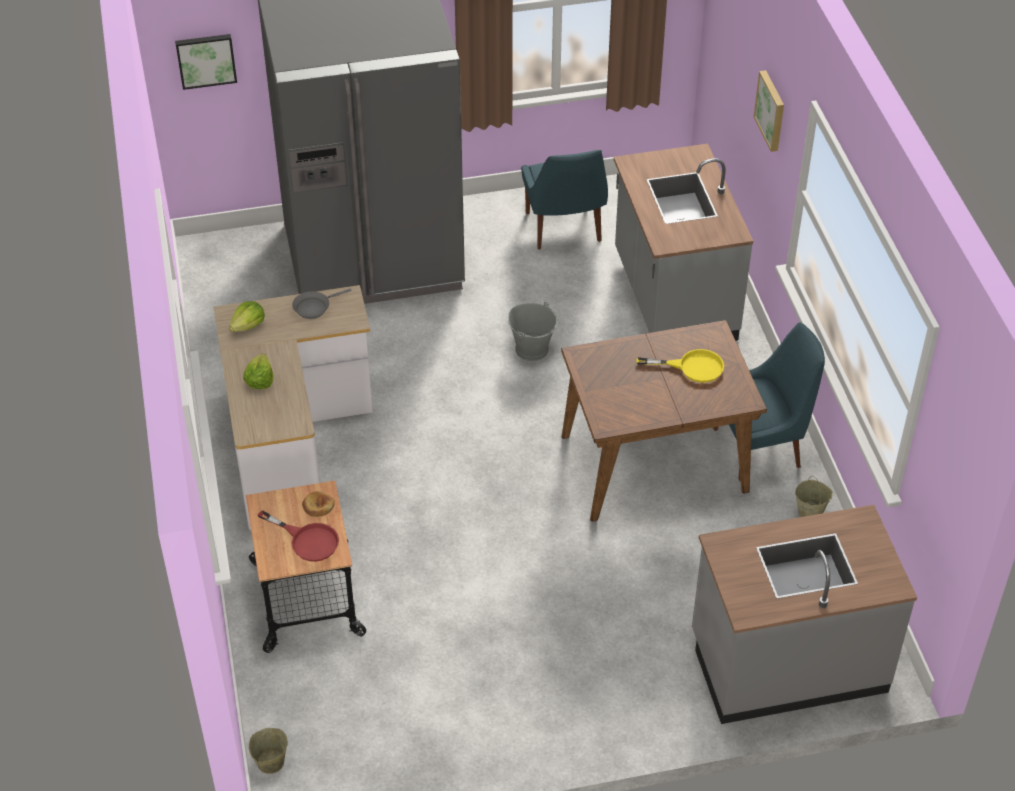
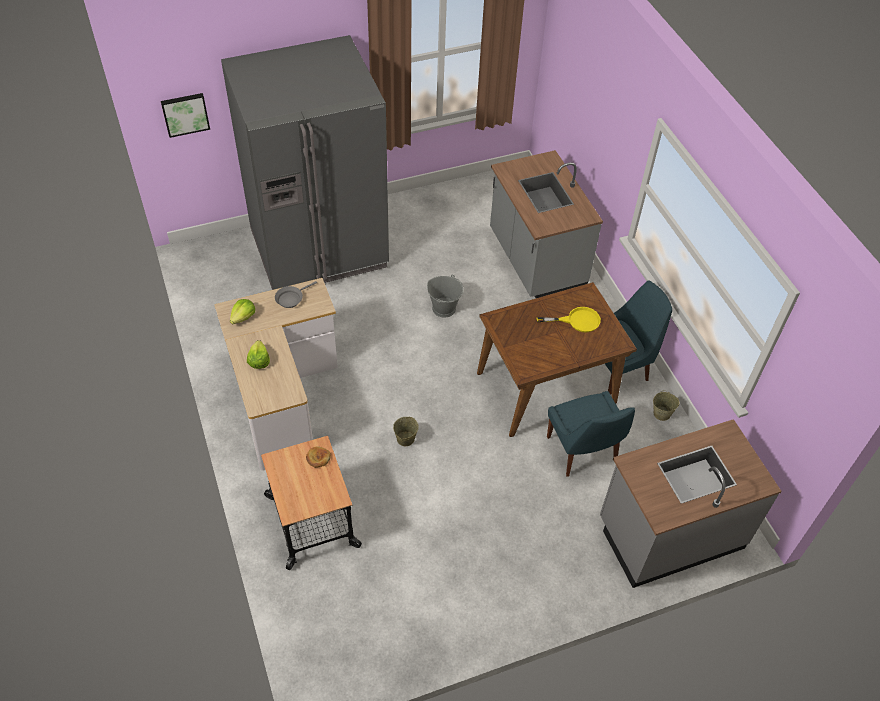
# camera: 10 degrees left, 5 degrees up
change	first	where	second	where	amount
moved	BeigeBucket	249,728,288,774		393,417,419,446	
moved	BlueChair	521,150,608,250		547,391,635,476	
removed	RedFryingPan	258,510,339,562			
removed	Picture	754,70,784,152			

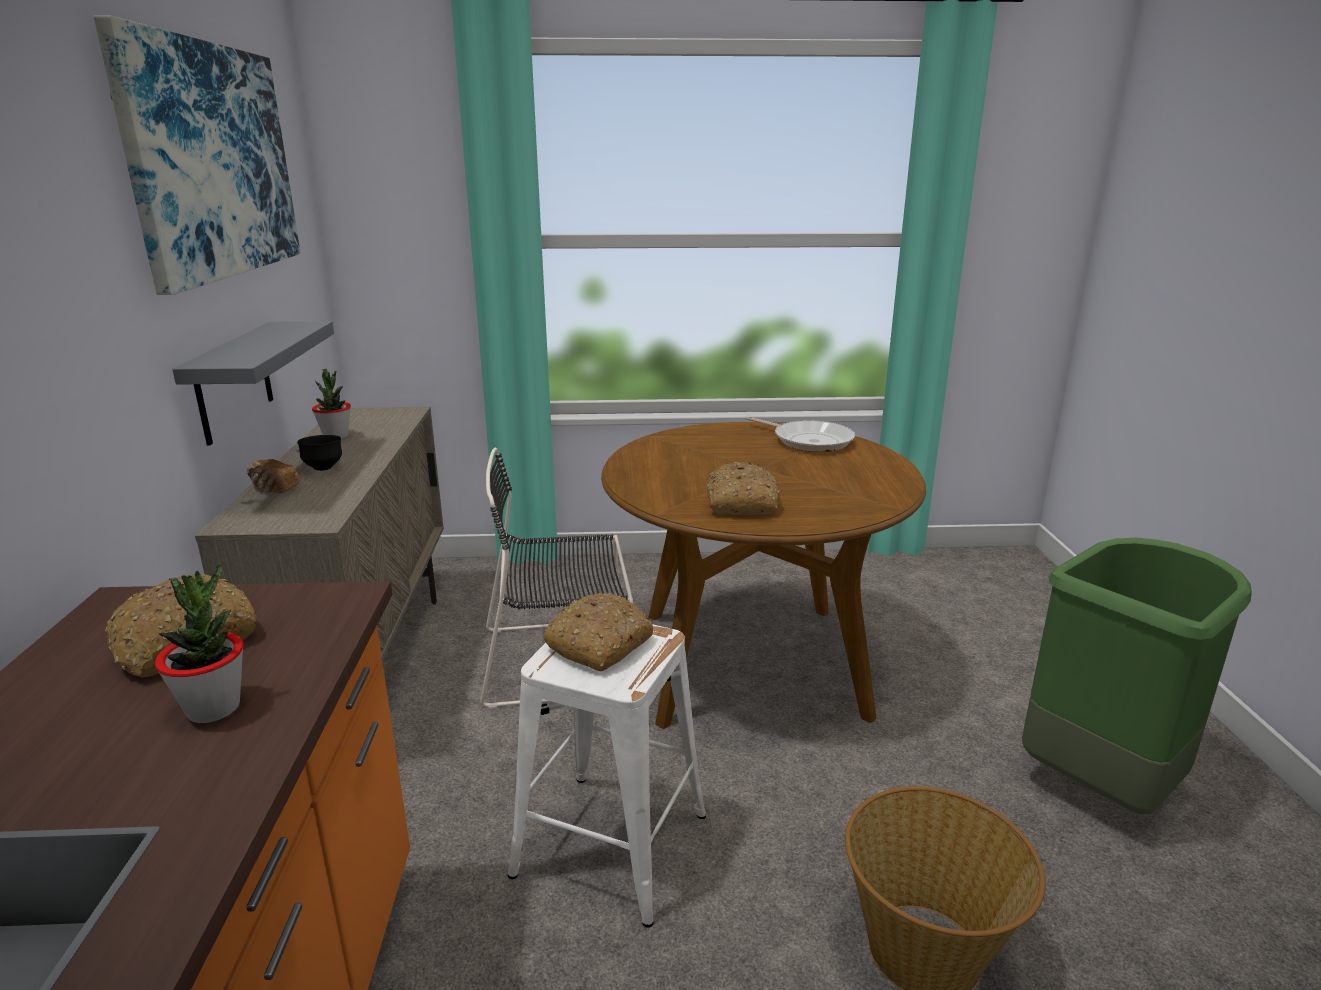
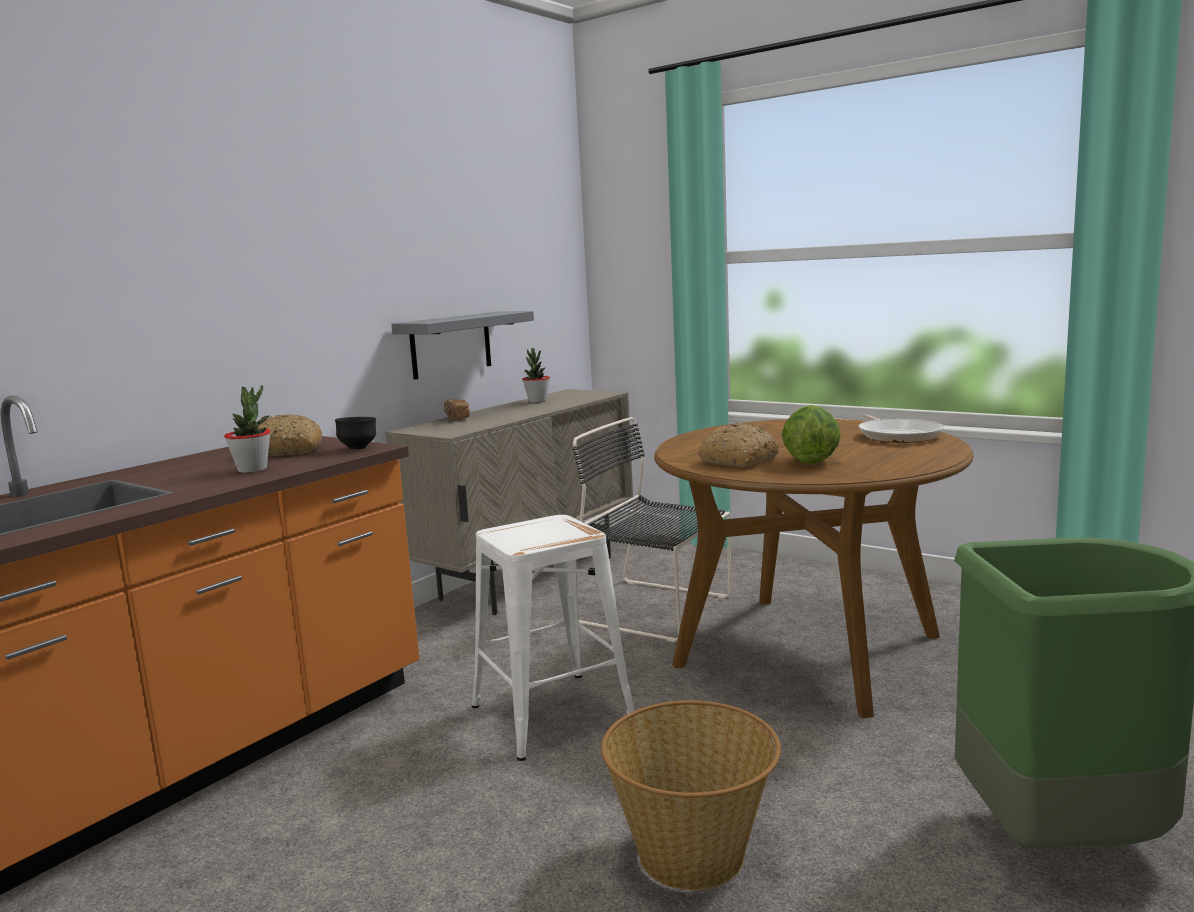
# camera: 40 degrees right, 10 degrees down
change	first	where	second	where	amount
moved	BlackBowl	297,435,342,471		335,417,376,449	
added			Lettuce	782,405,841,464	
removed	Picture	94,15,301,295			
removed	Bread	543,593,653,671			

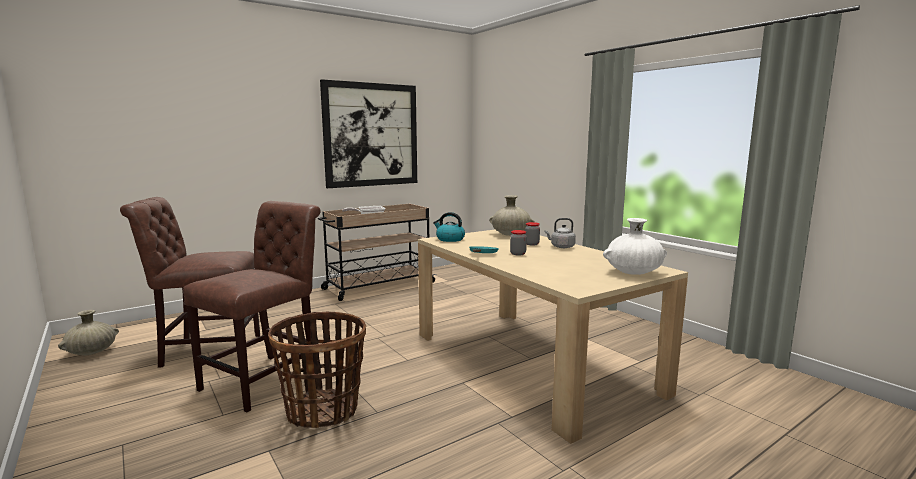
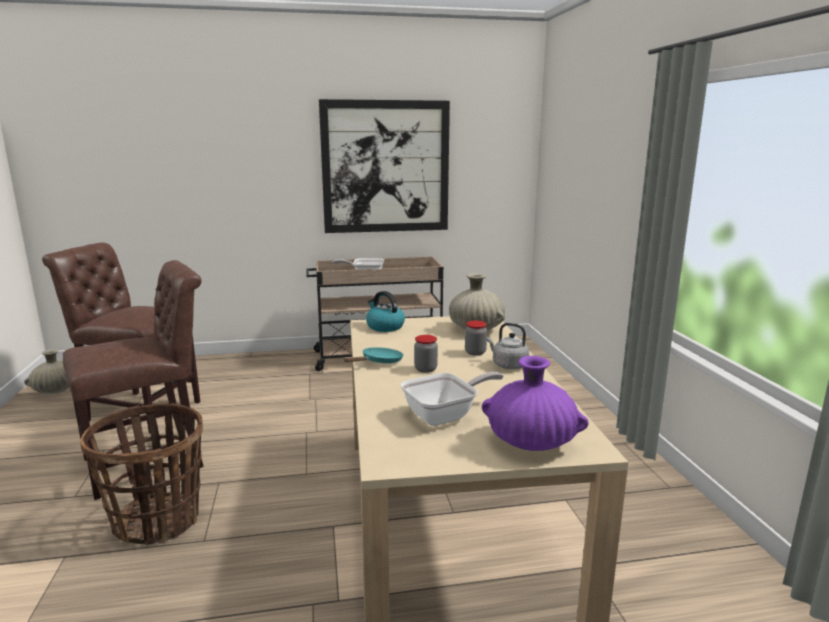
# camera: 25 degrees right, 5 degrees up
change	first	where	second	where	amount
added			FryingPan	401,372,504,426	
recoloured	WhiteVase	603,218,667,275	PurpleVase	482,356,589,451	

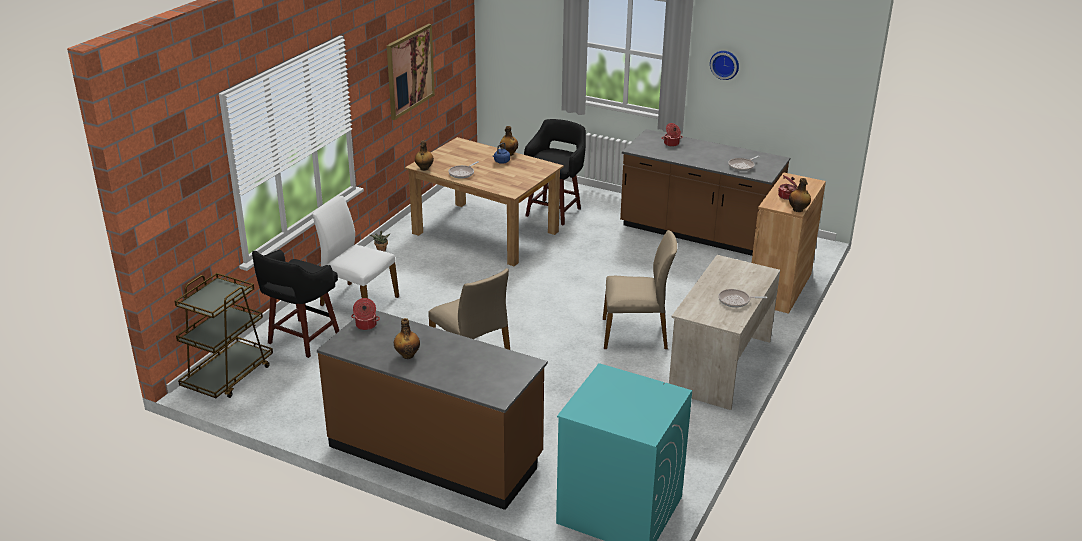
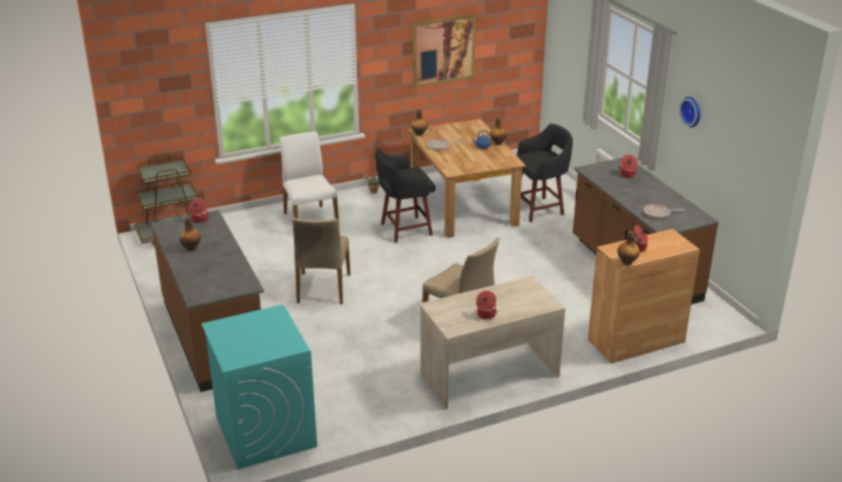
# camera: 40 degrees right, 0 degrees up
change	first	where	second	where	amount
moved	BlackStool	252,250,339,358		375,148,435,243	
replaced	FryingPan	718,289,767,308	CookingPot	476,291,497,319	

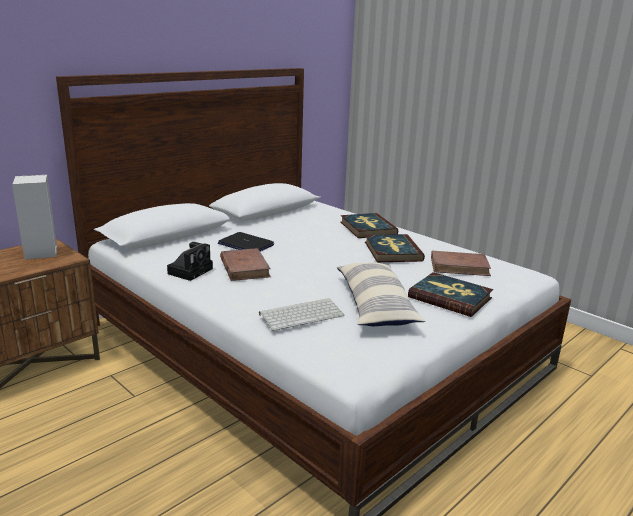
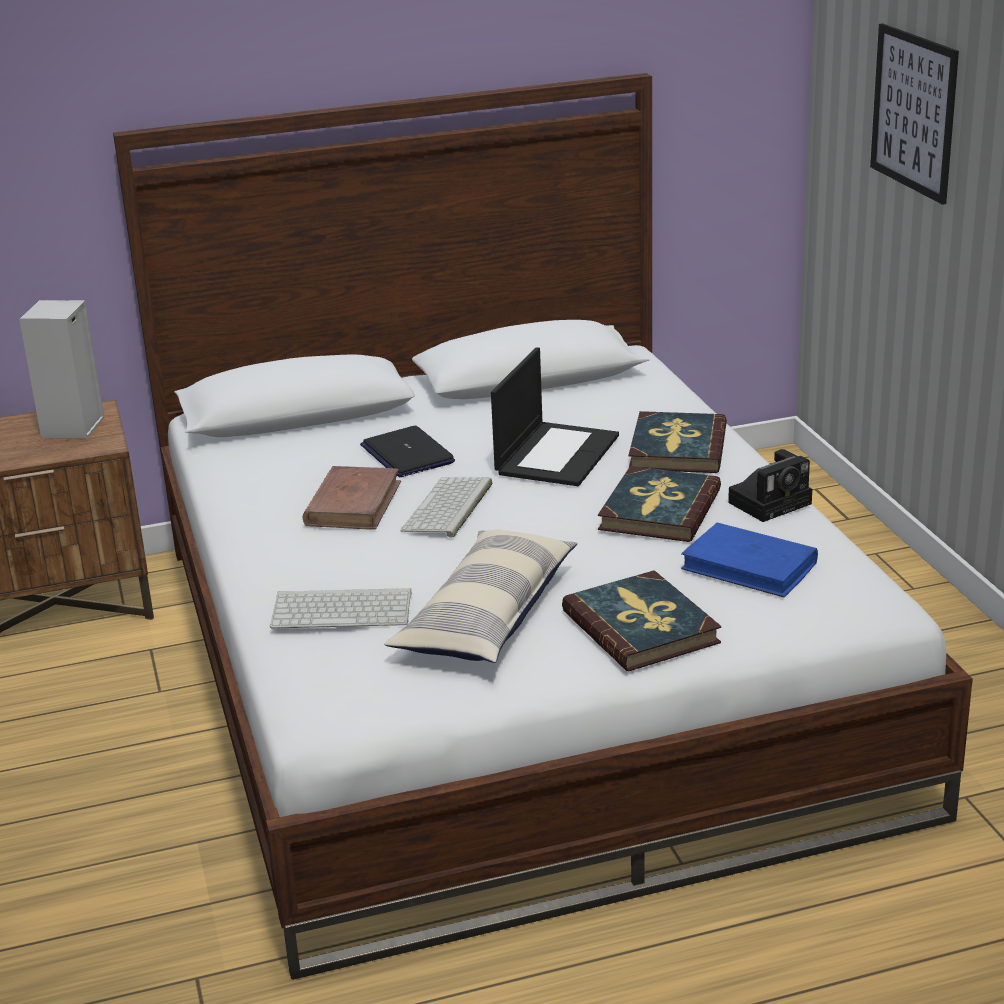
# camera: 30 degrees right, 5 degrees up
change	first	where	second	where	amount
added			Keyboard	401,477,493,538	
added			Laptop	491,347,619,486	
recoloured	BrownBook	431,251,491,276	BlueBook	681,522,818,598	
moved	PhotoCamera	167,242,213,281		728,449,812,522	
added			Picture	870,23,959,205	

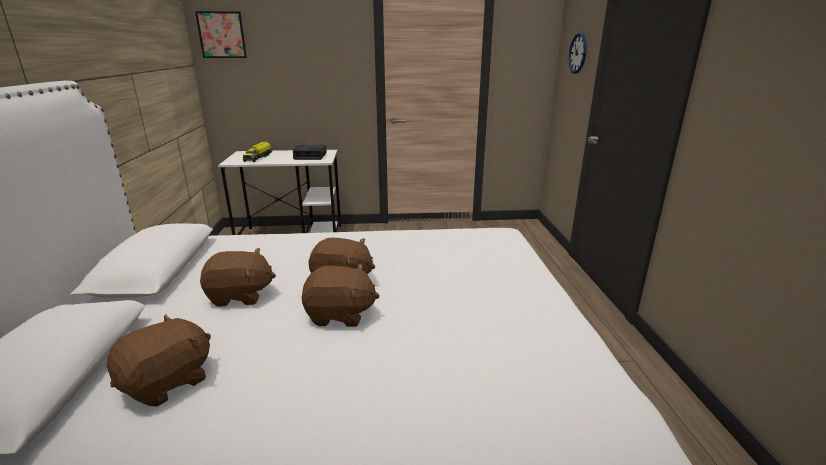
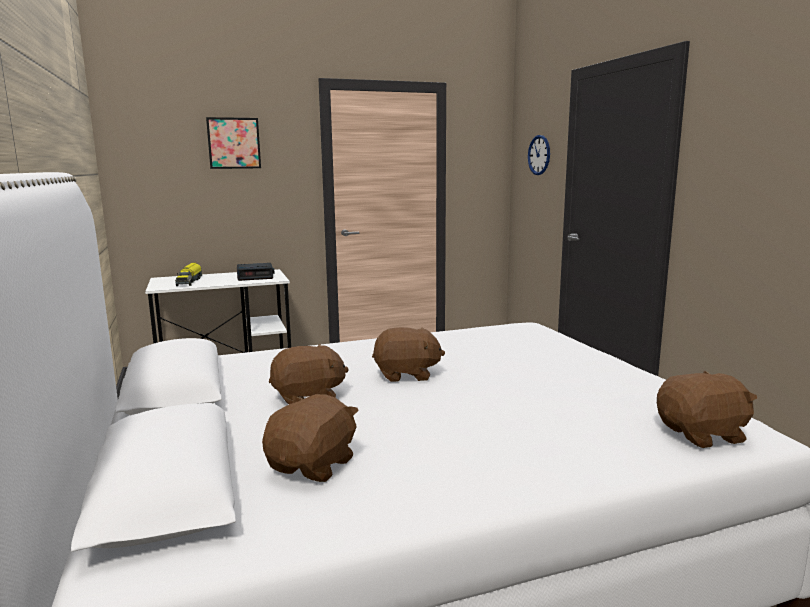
# camera: 15 degrees left, 10 degrees down
change	first	where	second	where	amount
moved	Picture	195,11,247,58		206,117,261,169	
moved	BrownPlushToy	302,264,379,327		657,370,758,448	

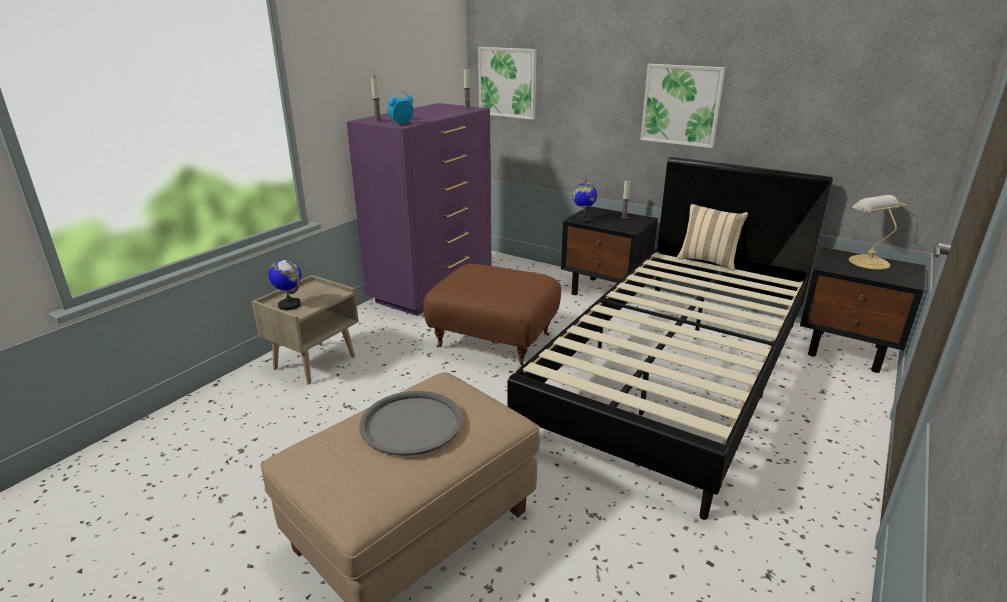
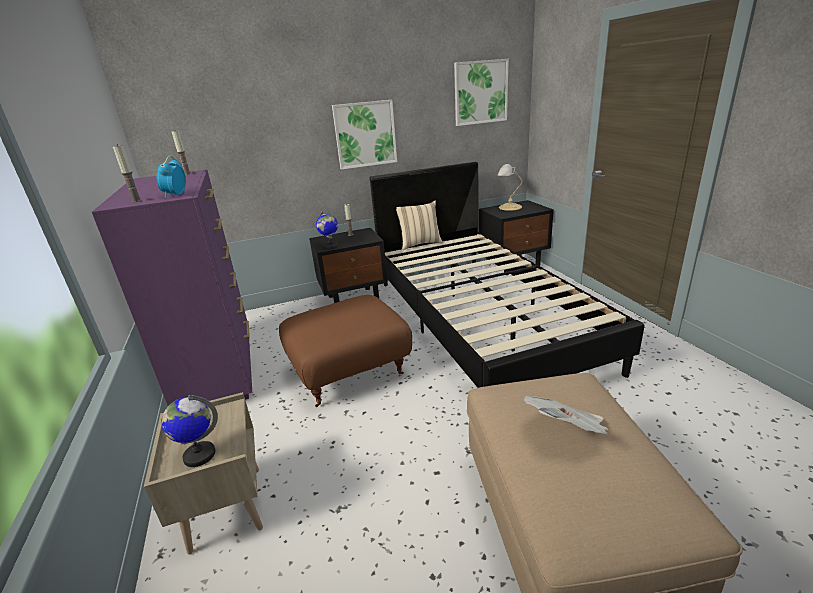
# camera: 50 degrees left, 0 degrees up
change	first	where	second	where	amount
moved	Picture	478,47,537,120		454,59,509,126	
replaced	GreyTray	360,391,463,456	Newspaper	524,395,608,435	

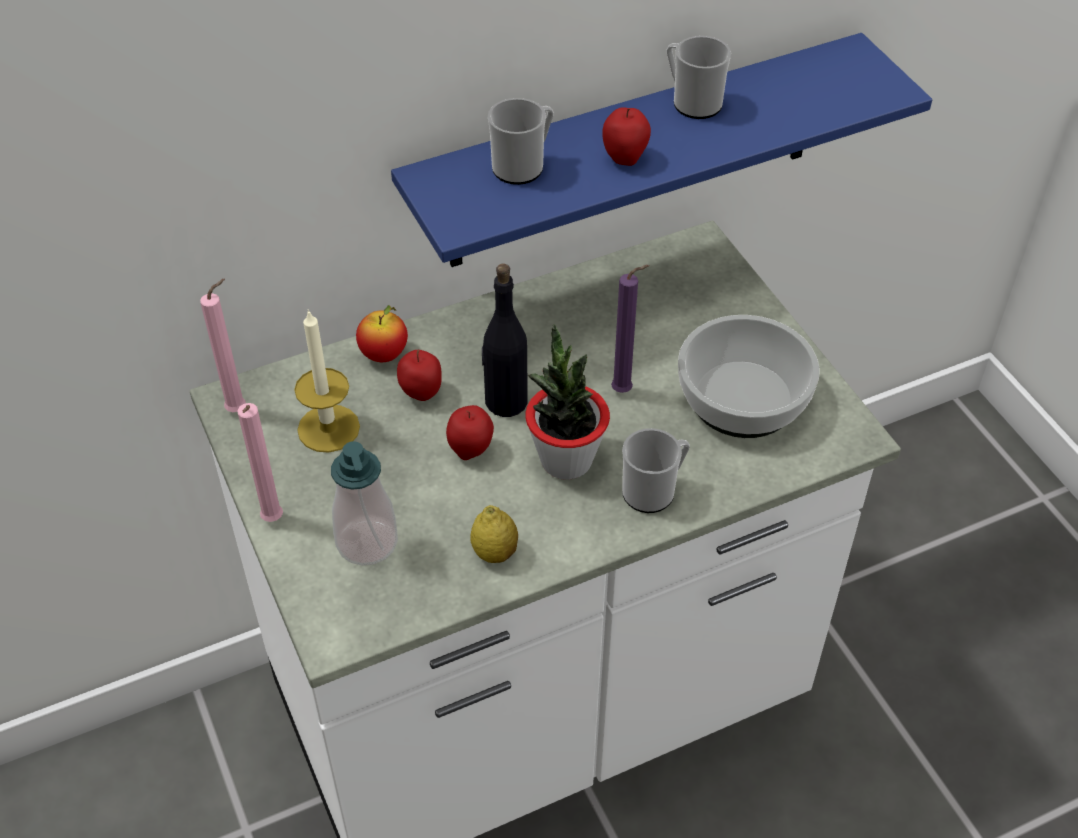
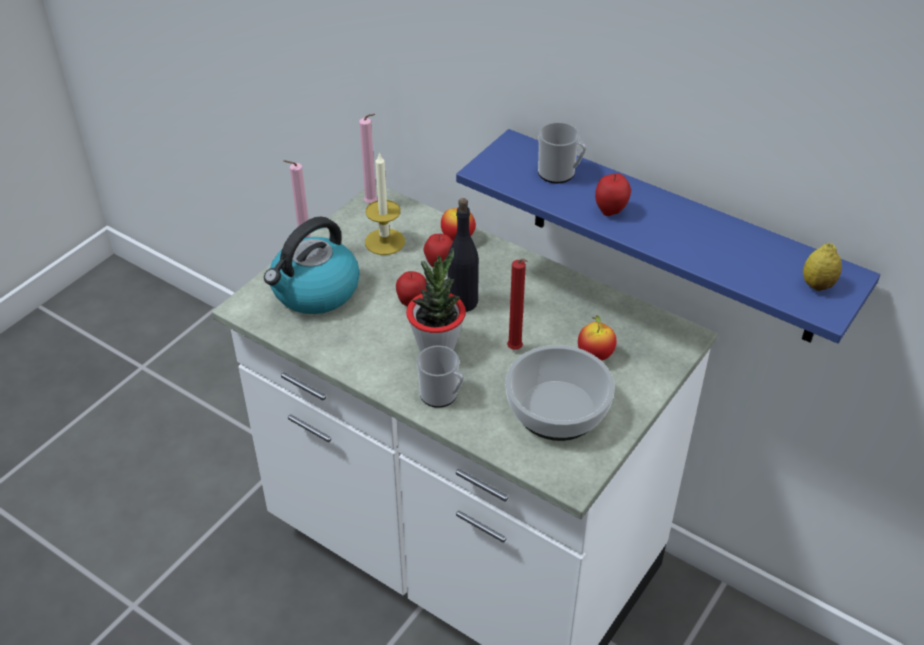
# camera: 60 degrees right, 5 degrees down
change	first	where	second	where	amount
replaced	SoapDispenser	331,441,398,565	Kettle	264,216,360,314	
recoloured	PurpleCandle	611,265,650,393	RedCandle	507,259,528,350	
added			Apple	578,316,616,361	
moved	Lemon	470,505,518,563		803,243,842,291	
removed	Mug	667,36,731,119			

